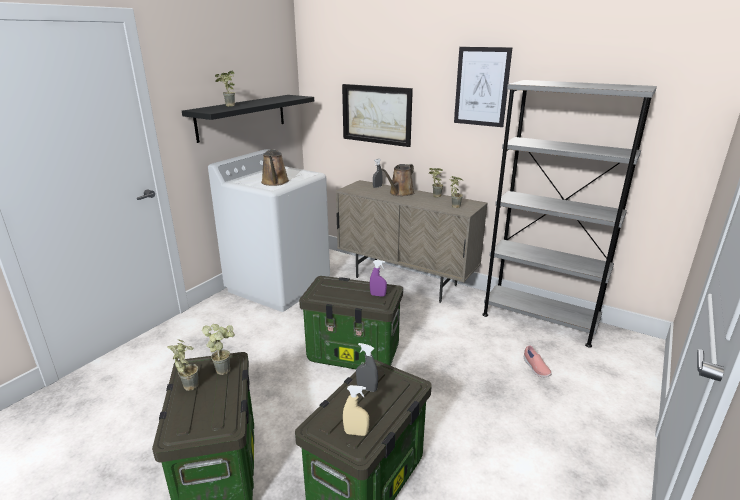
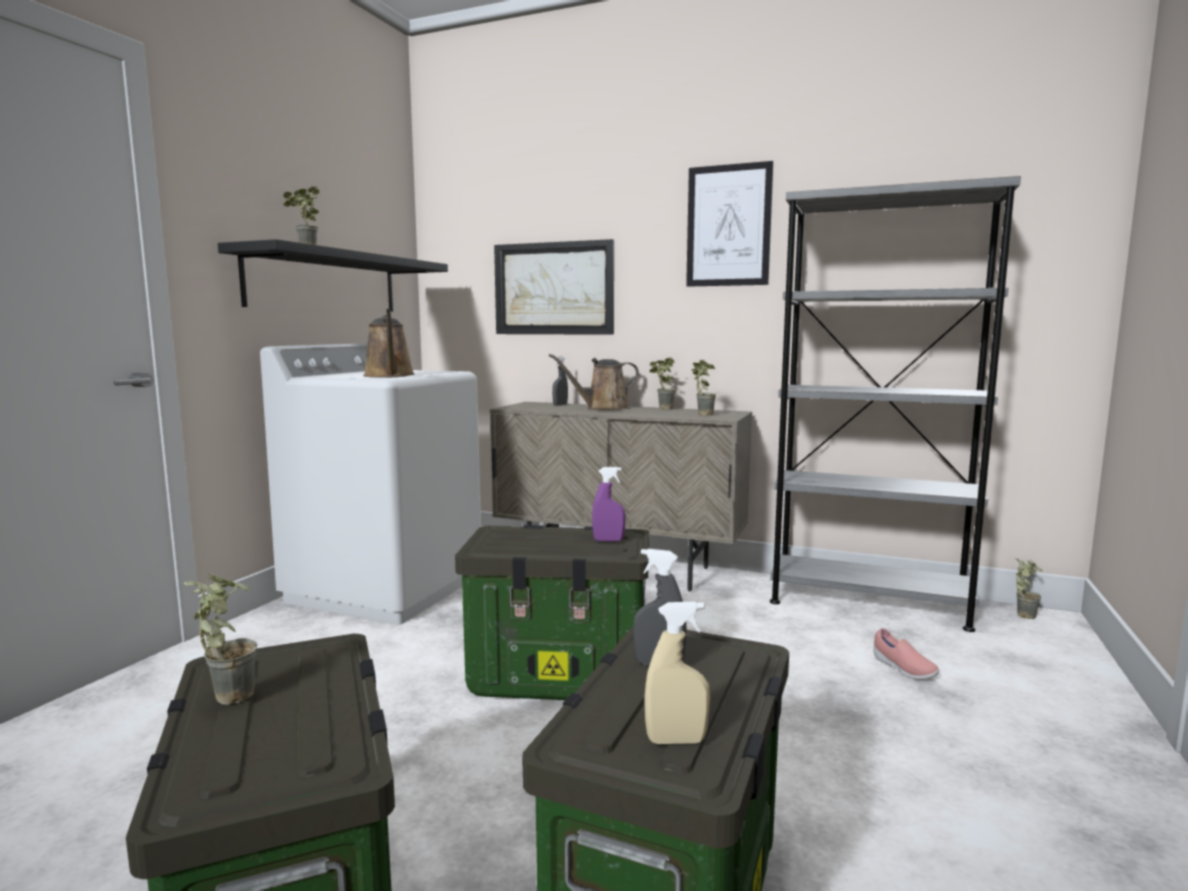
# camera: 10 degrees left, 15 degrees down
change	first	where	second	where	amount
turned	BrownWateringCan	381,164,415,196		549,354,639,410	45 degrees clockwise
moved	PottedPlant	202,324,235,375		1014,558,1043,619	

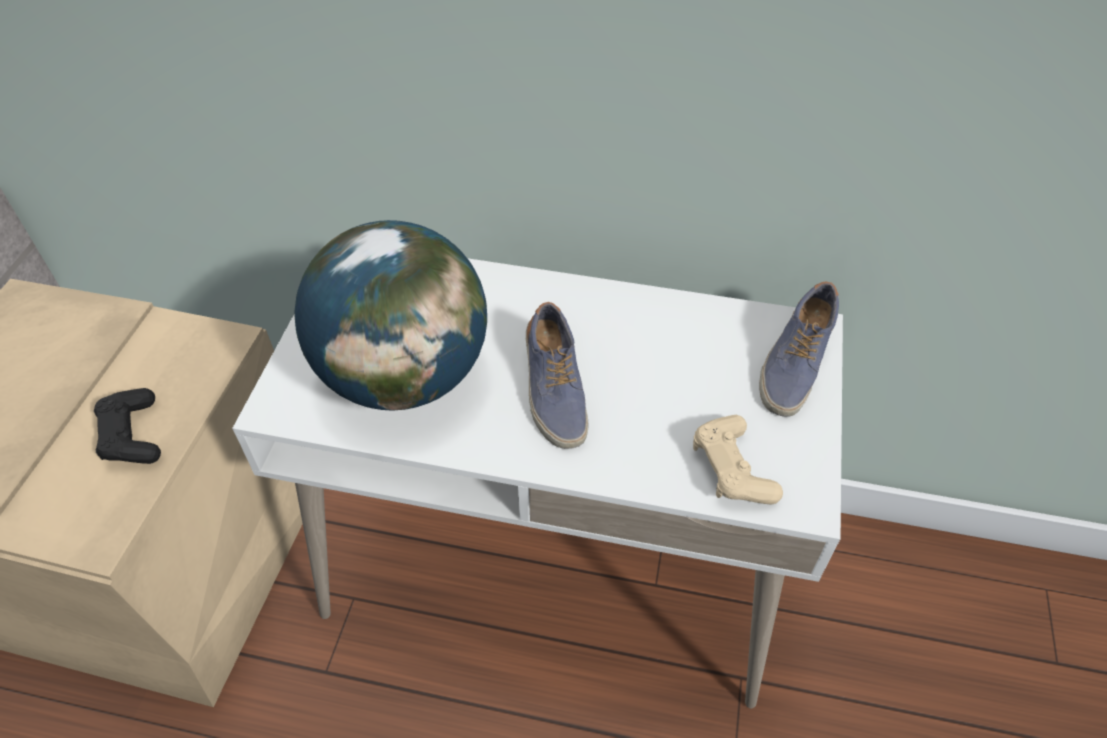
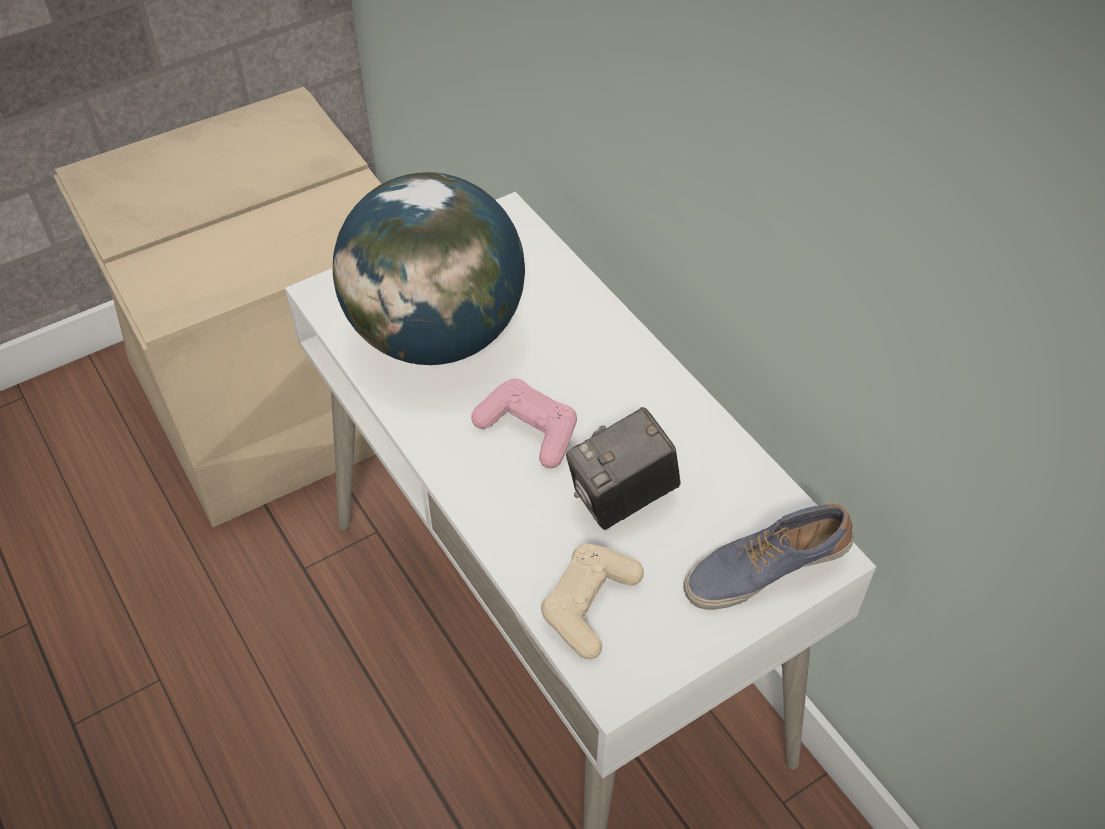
# camera: 45 degrees right, 0 degrees up
change	first	where	second	where	amount
replaced	Shoe	526,302,589,449	PinkGameController	471,378,577,468	
added			PhotoCamera	566,407,681,530	
removed	BlackGameController	94,388,161,464			

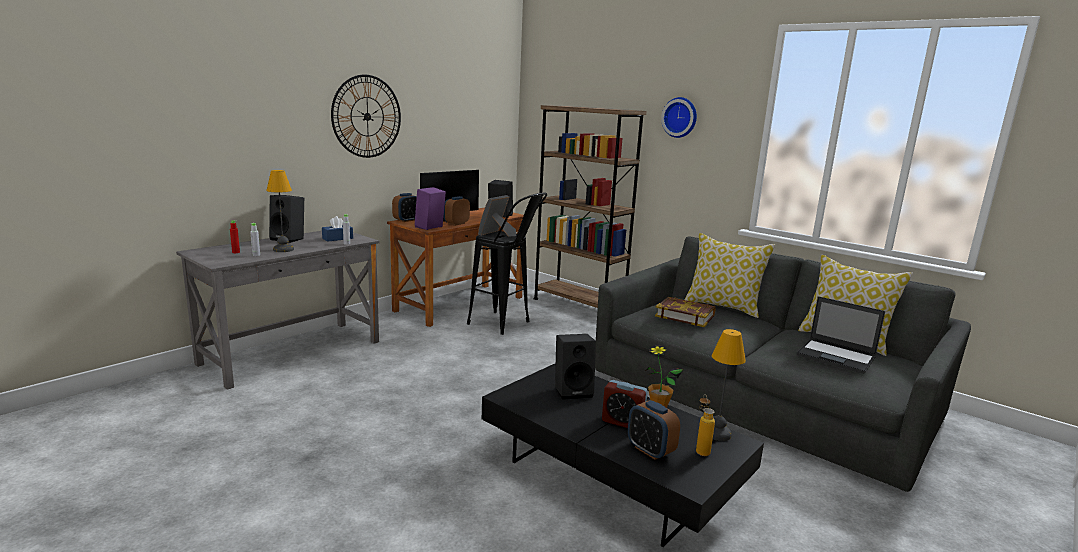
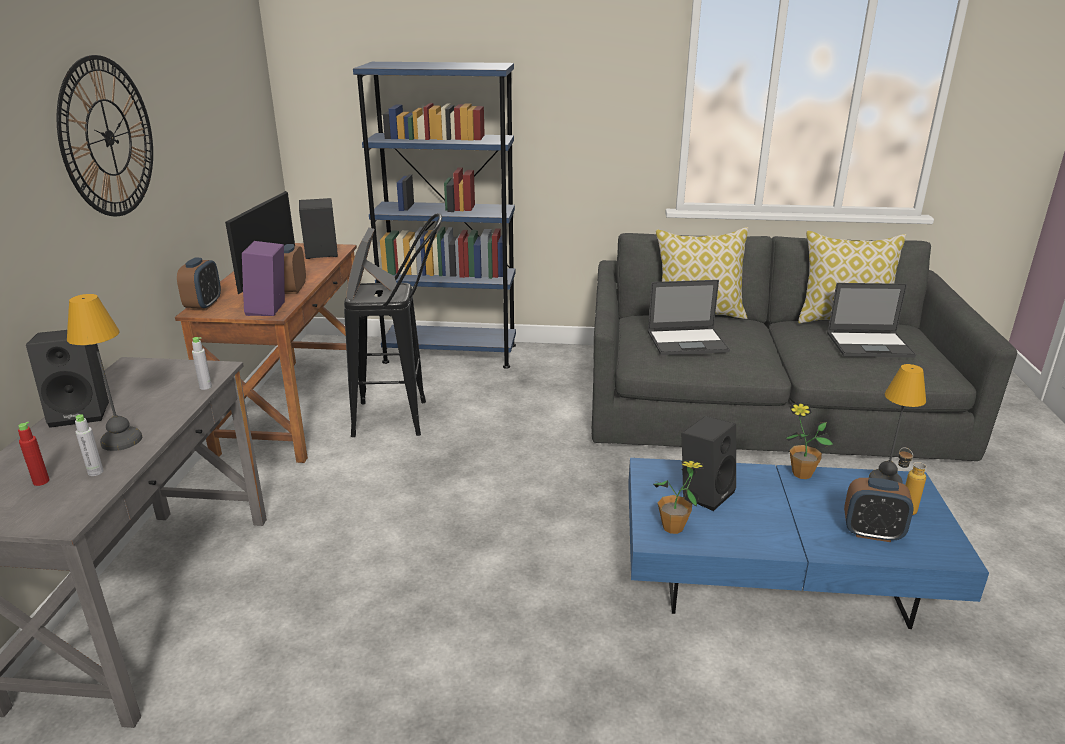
# camera: 35 degrees left, 10 degrees up
change	first	where	second	where	amount
recoloured	BrownBookcase	533,105,647,308	BlueBookcase	353,62,516,369	
recoloured	BlackCoffeeTable	482,363,764,547	BlueCoffeeTable	628,458,989,629	
replaced	Book	655,297,715,327	Laptop	648,280,730,355	
added			PottedPlant	654,460,704,534	
removed	BlueTissueBox	322,216,353,242			
removed	AlarmClock	602,380,648,428			
removed	WallClock	661,97,697,138			

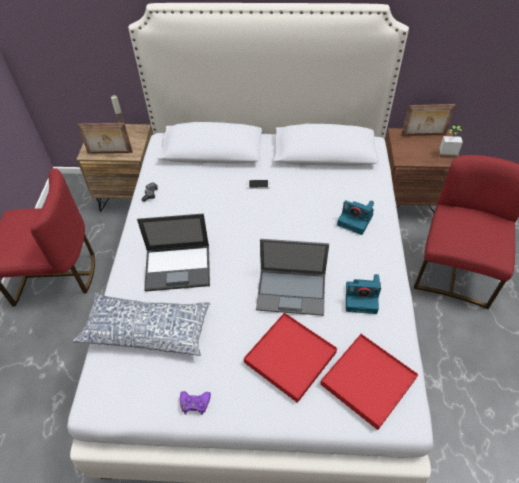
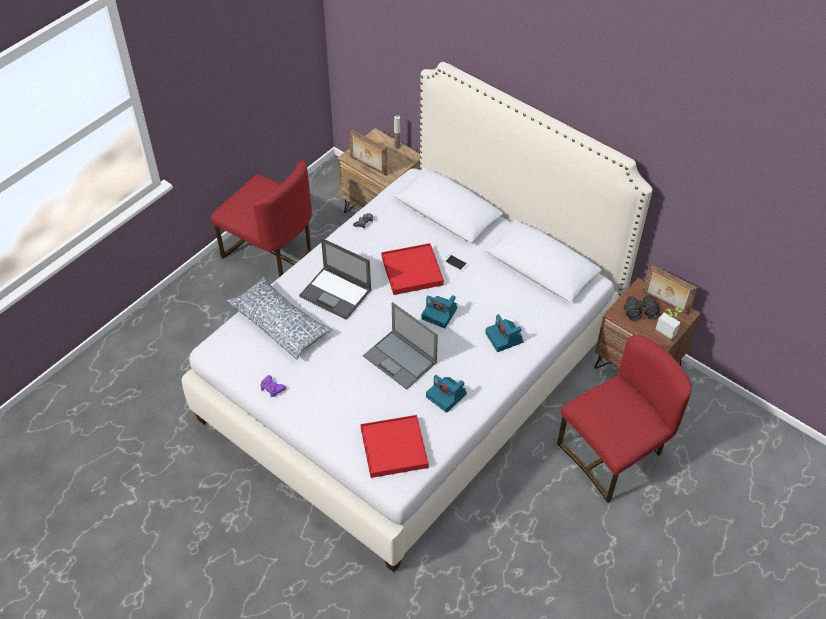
# camera: 35 degrees right, 0 degrees up
change	first	where	second	where	amount
moved	RedTray	244,312,337,403		382,243,444,295	
added			PhotoCamera	422,295,457,328	
added			BlackBinoculars	624,295,660,321	

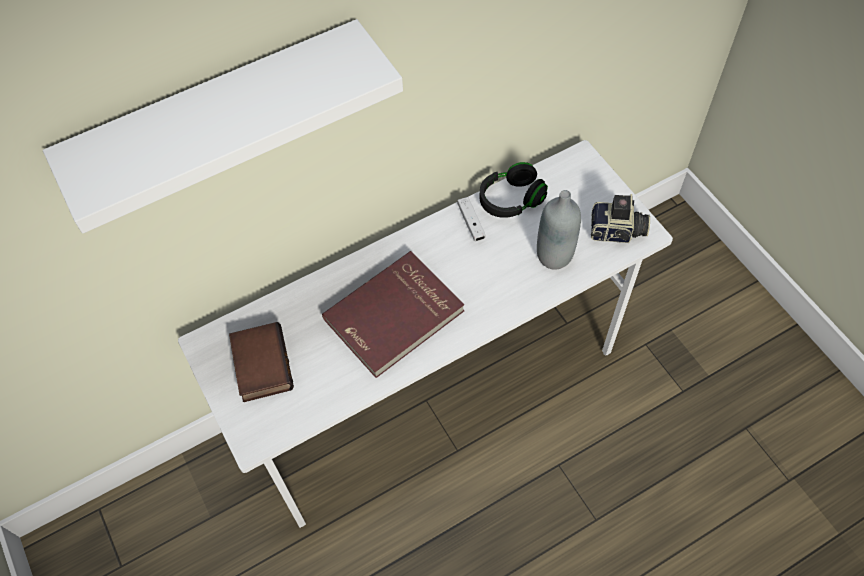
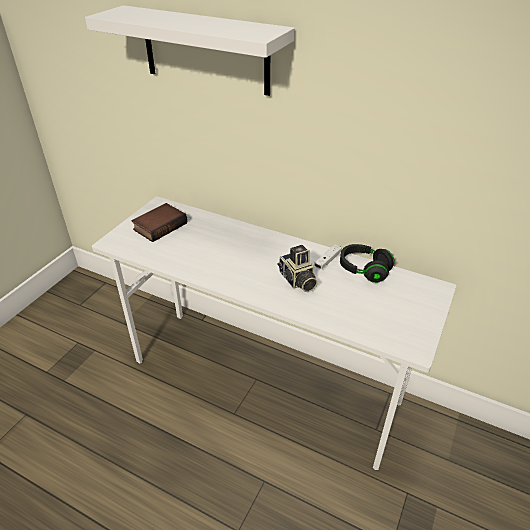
# camera: 55 degrees right, 20 degrees down
change	first	where	second	where	amount
moved	PhotoCamera	591,194,650,243		277,245,318,292	
removed	RedBook	322,251,465,378			
removed	GreyBottle	537,190,581,270			

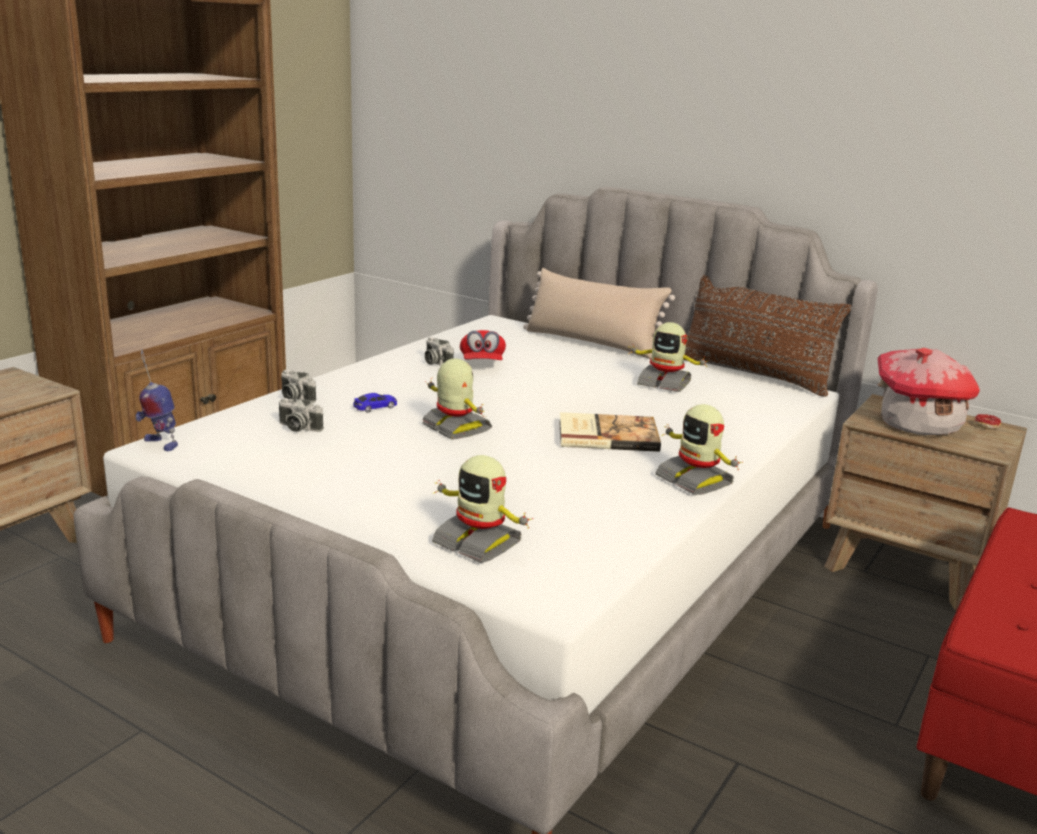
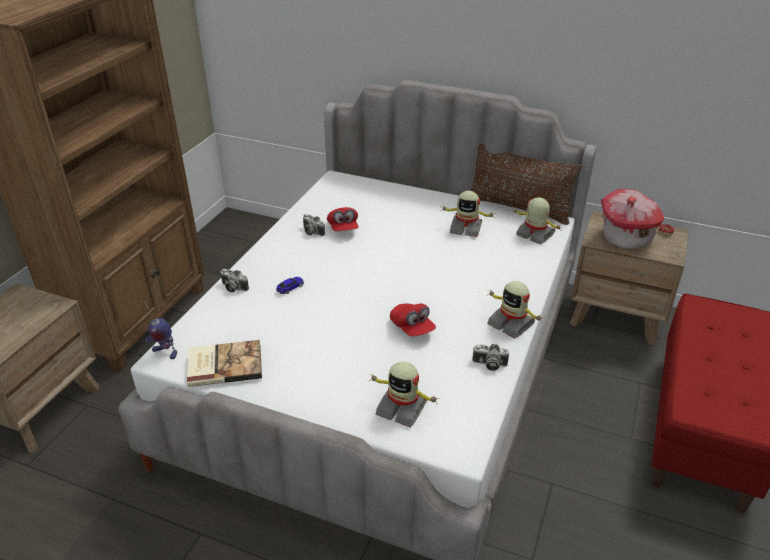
# camera: 10 degrees left, 15 degrees up
change	first	where	second	where	amount
moved	Book	559,412,661,452		187,340,262,387	
added			RedCap	390,303,436,336	
moved	PhotoCamera	279,398,324,432		473,344,509,371	
moved	ToyRobot	422,359,492,440		512,197,562,245	
removed	BeigePillow	523,268,675,359			

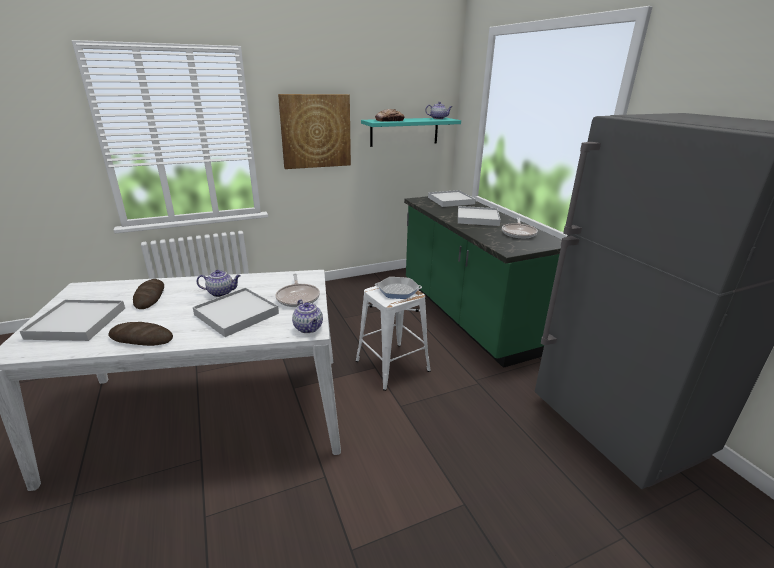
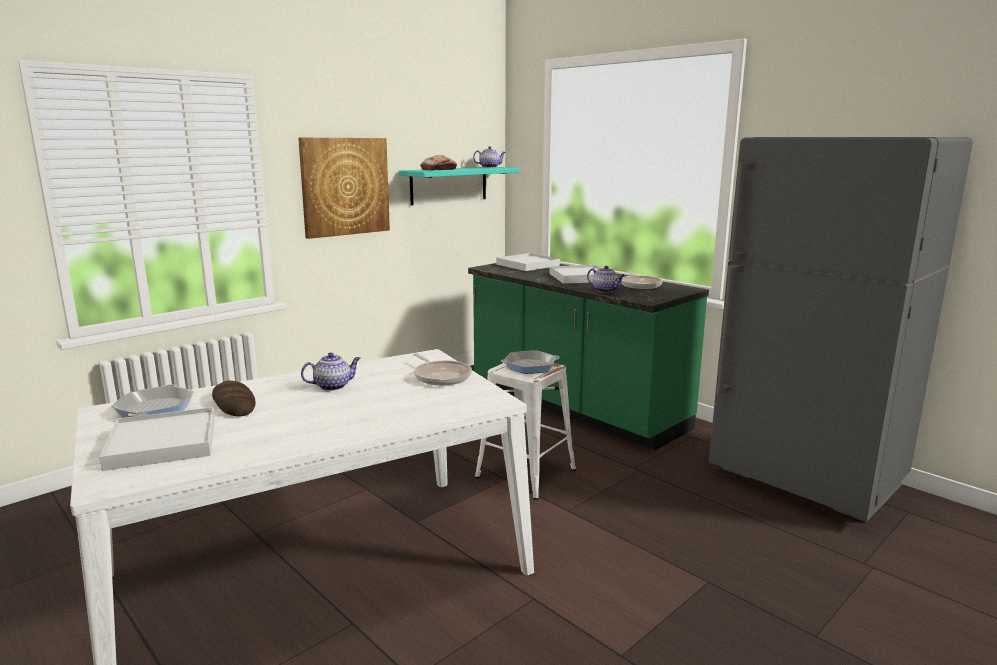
# camera: 20 degrees left, 10 degrees down
change	first	where	second	where	amount
added			FryingPan	111,384,194,418	
moved	Teapot	292,299,323,333		587,266,625,293	
removed	Bread	109,322,173,346			
removed	WhiteTray	193,287,279,337			

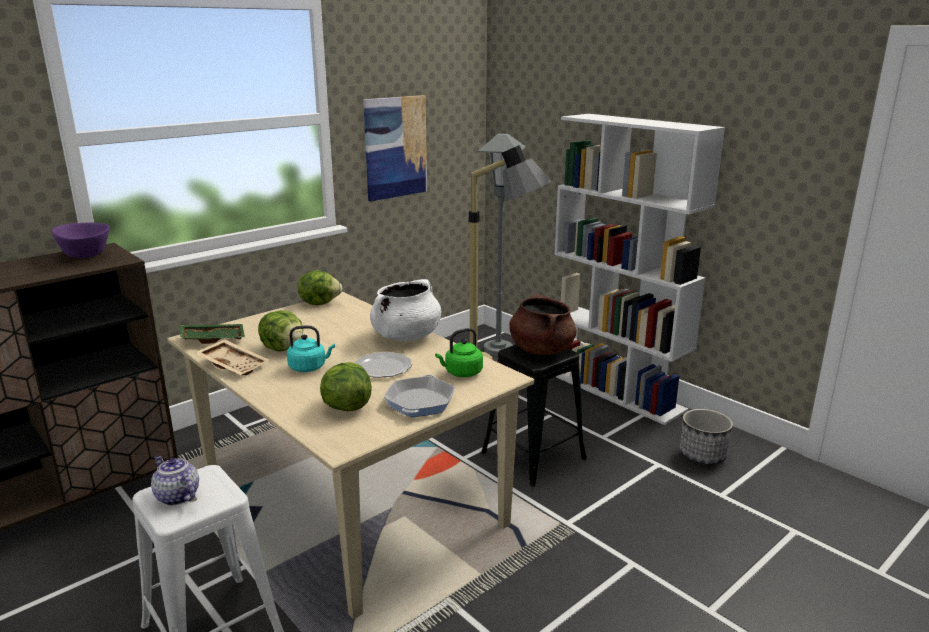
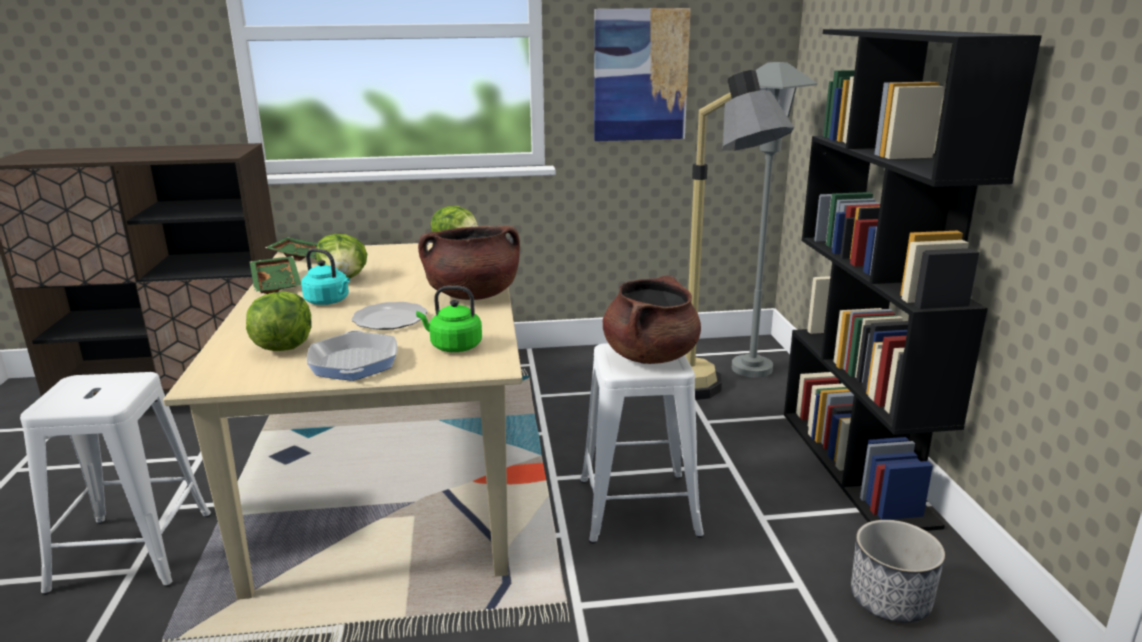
# camera: 35 degrees right, 0 degrees up
change	first	where	second	where	amount
recoloured	BeigeTray	195,339,269,375	GreenTray	250,256,301,294	
turned	FryingPan	384,375,455,417		307,330,397,381	120 degrees clockwise
recoloured	WhiteCookingPot	370,279,441,341	BrownCookingPot	418,226,520,300	
recoloured	BlackStool	481,344,587,487	WhiteStool	580,343,704,544	
recoloured	WhiteBookcase	554,114,725,425	BlackBookcase	784,28,1042,531	
removed	PurpleBowl	52,223,109,258			
removed	Teapot	151,455,199,506			

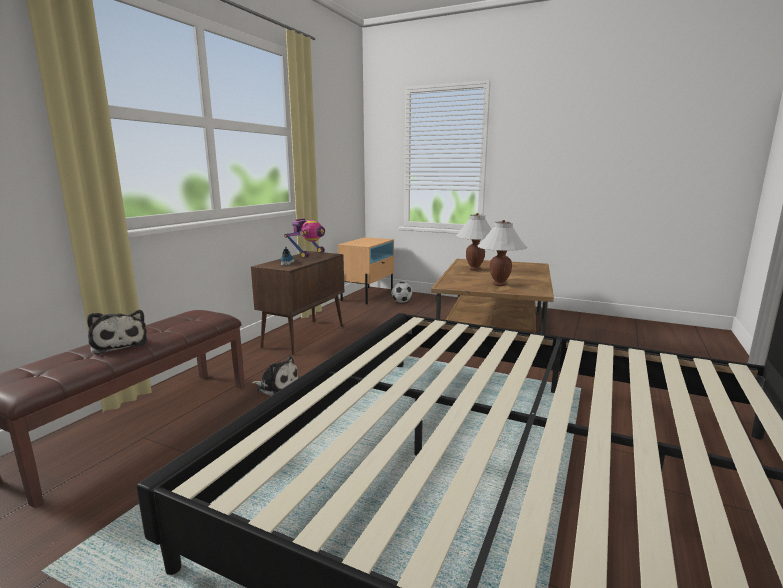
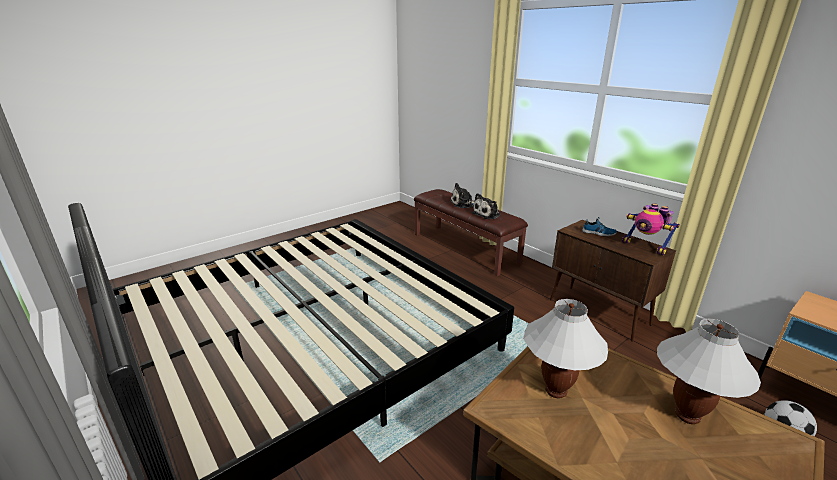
# camera: 115 degrees right, 10 degrees up
change	first	where	second	where	amount
moved	PlushToy	252,356,298,395		472,193,500,219	

